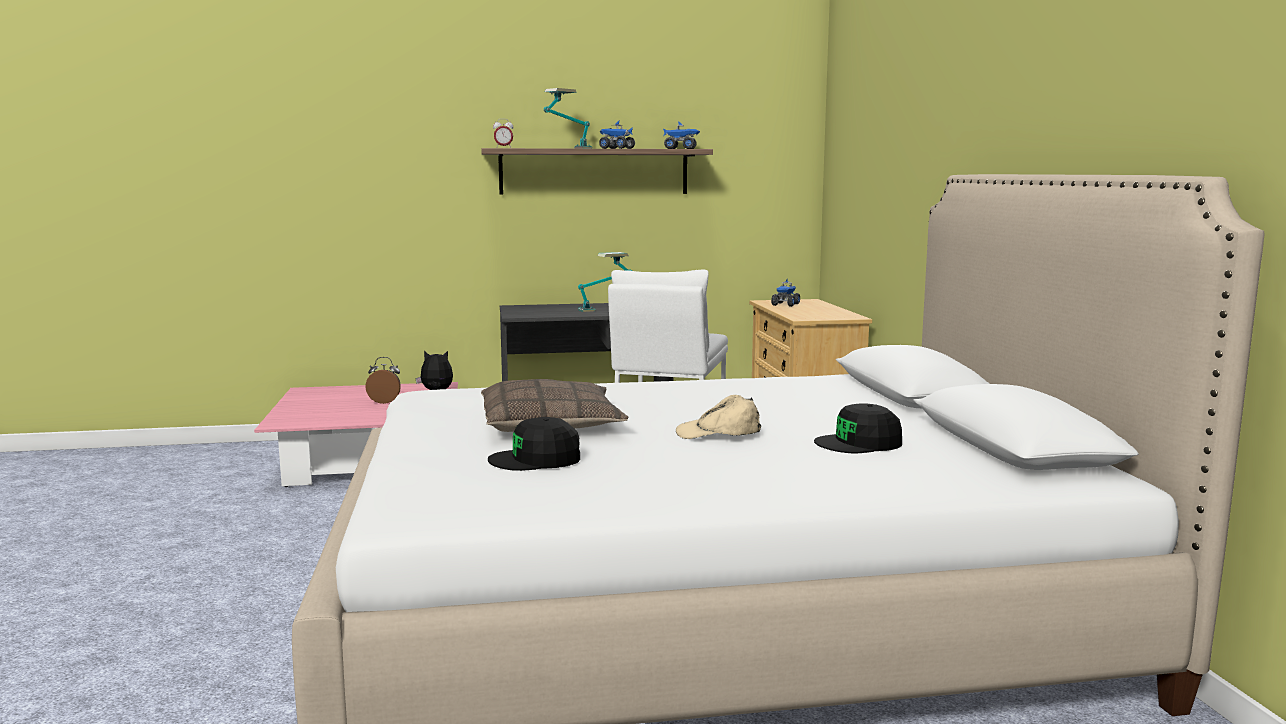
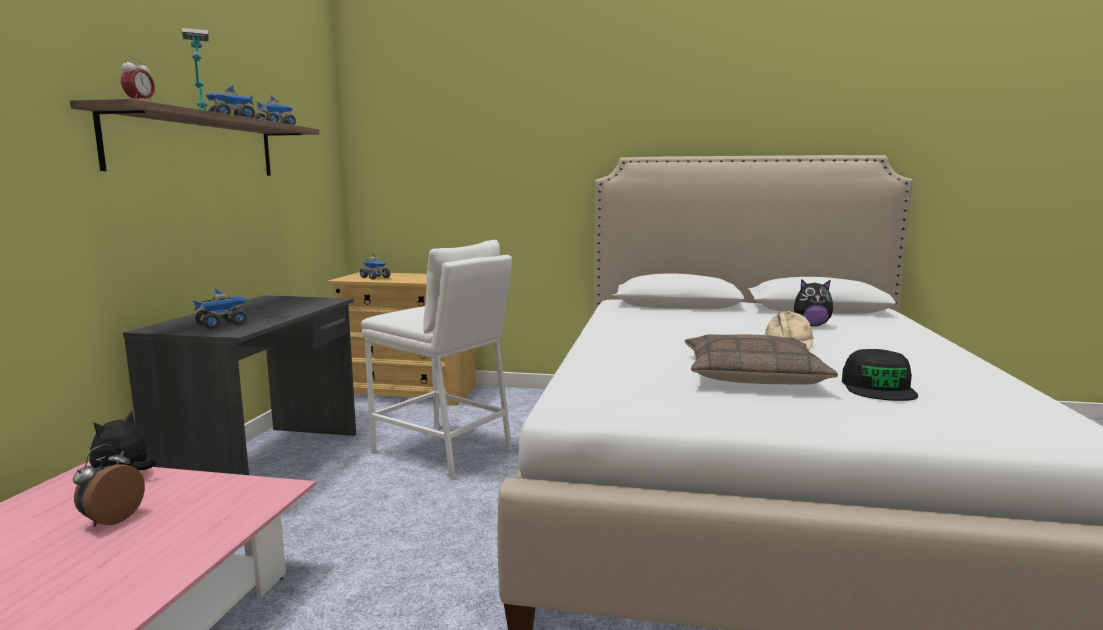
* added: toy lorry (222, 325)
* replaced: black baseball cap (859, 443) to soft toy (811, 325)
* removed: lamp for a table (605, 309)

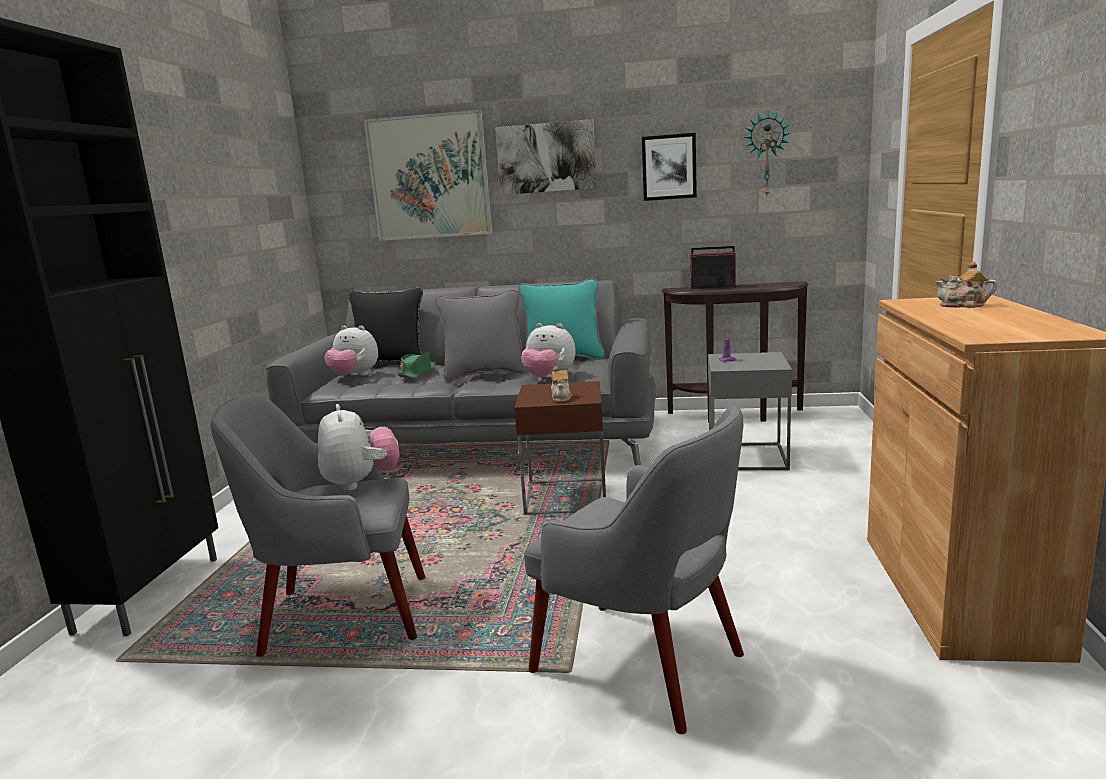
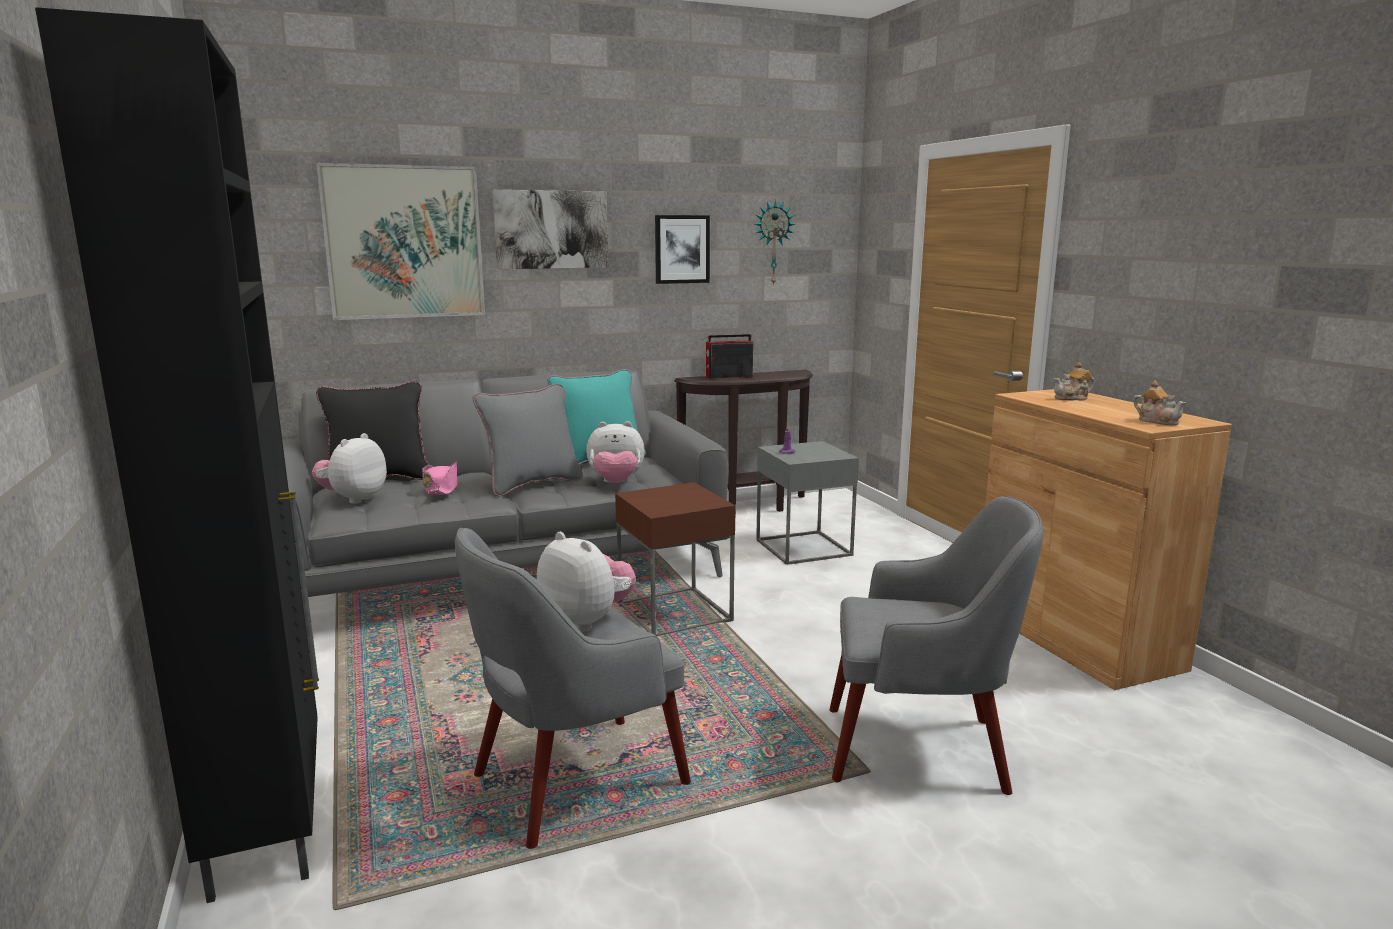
* turned: soft toy (354, 376) = (353, 499) 120 degrees clockwise
* recoloured: greenish clothing hat (417, 373) to pink clothing hat (441, 488)
* moved: pot for tea (561, 397) to (1157, 421)

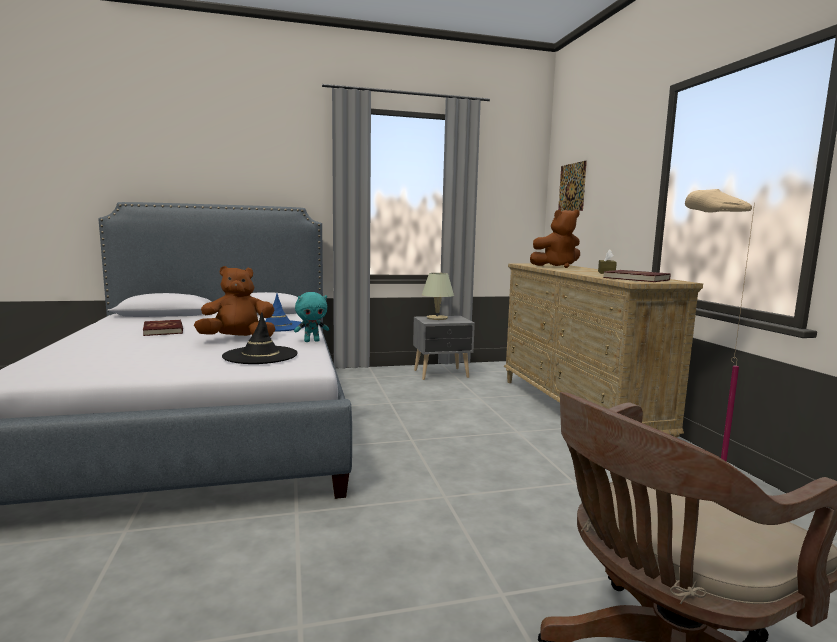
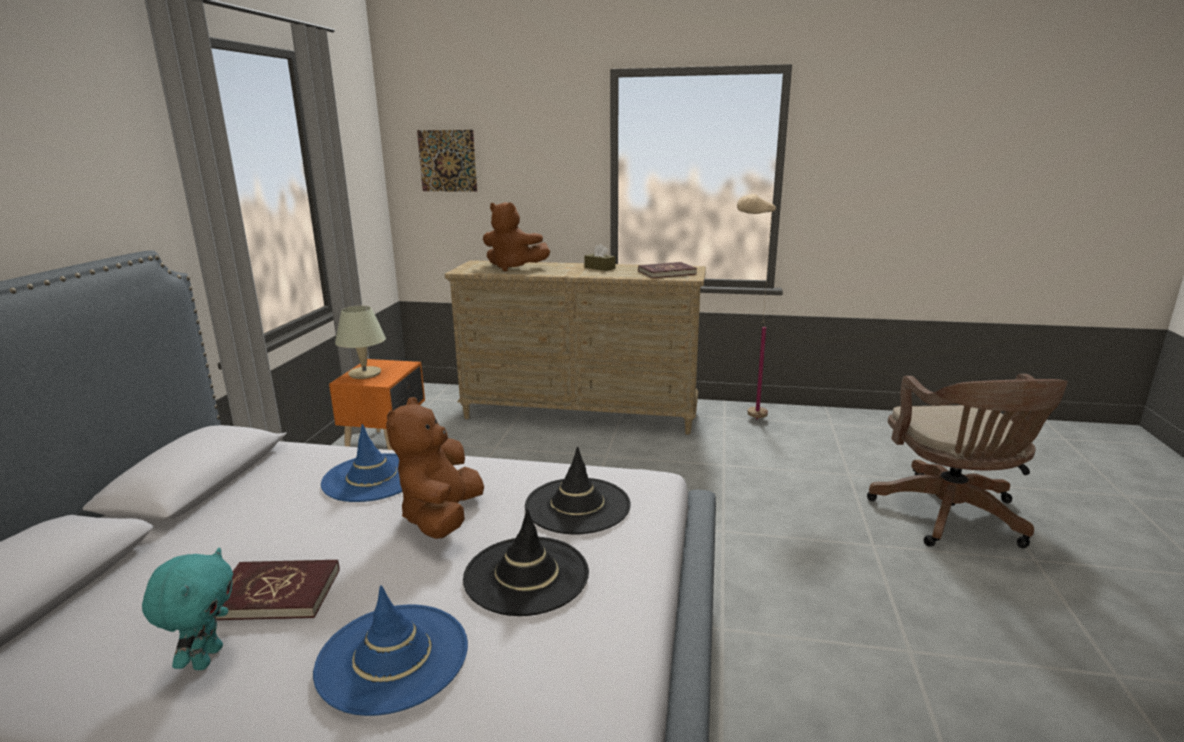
* moved: blue-green soft toy (312, 341) to (206, 658)
* added: blue clothing hat (393, 657)
* recoloured: greyish night table (442, 374) to orangey night table (387, 446)
* added: black clothing hat (526, 575)
* turned: brownish soft toy (556, 266) = (513, 267) 105 degrees clockwise

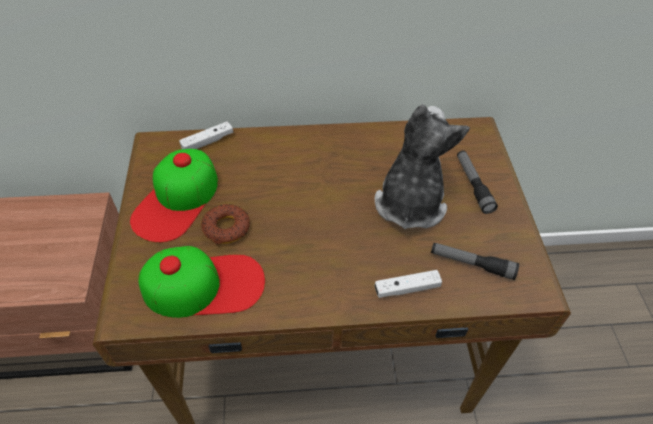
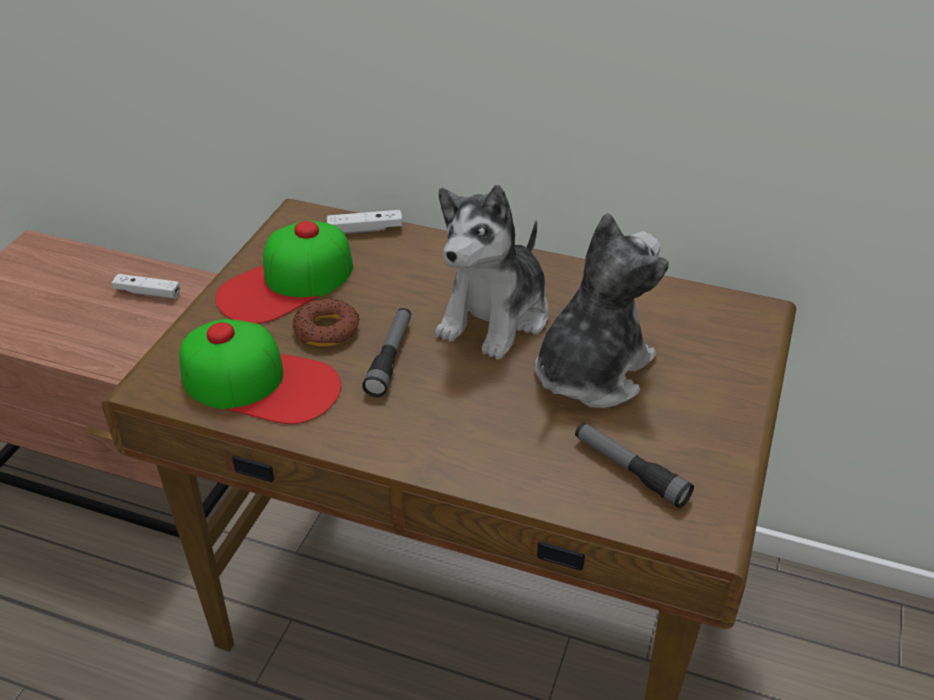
* moved: white game controller (407, 288) to (147, 292)
* moved: torch (473, 185) to (390, 358)
* added: soft toy (495, 317)

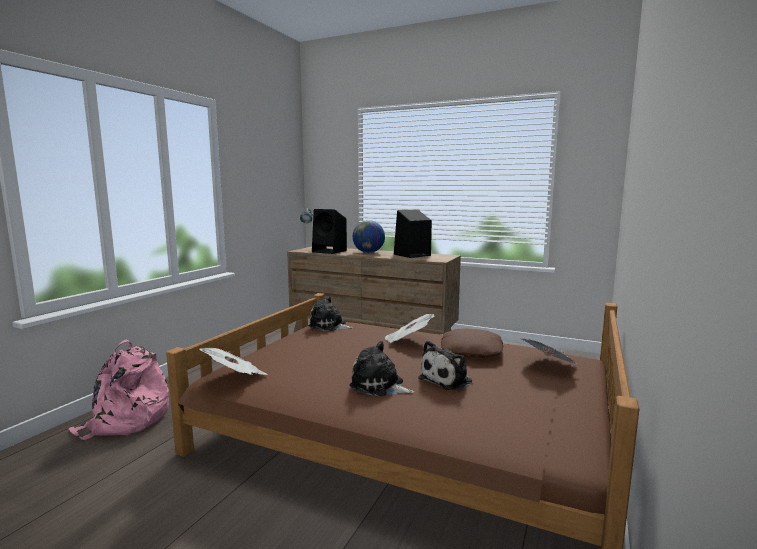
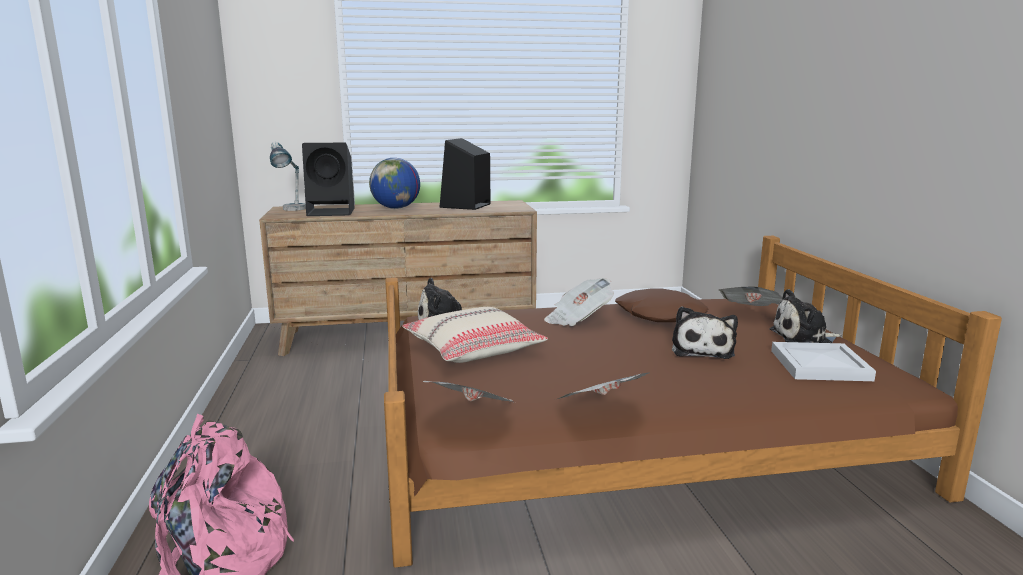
* added: beige pillow (473, 348)
* added: printed paper (600, 409)
* moved: soft toy (379, 386) to (804, 338)
* added: white serving tray (819, 365)

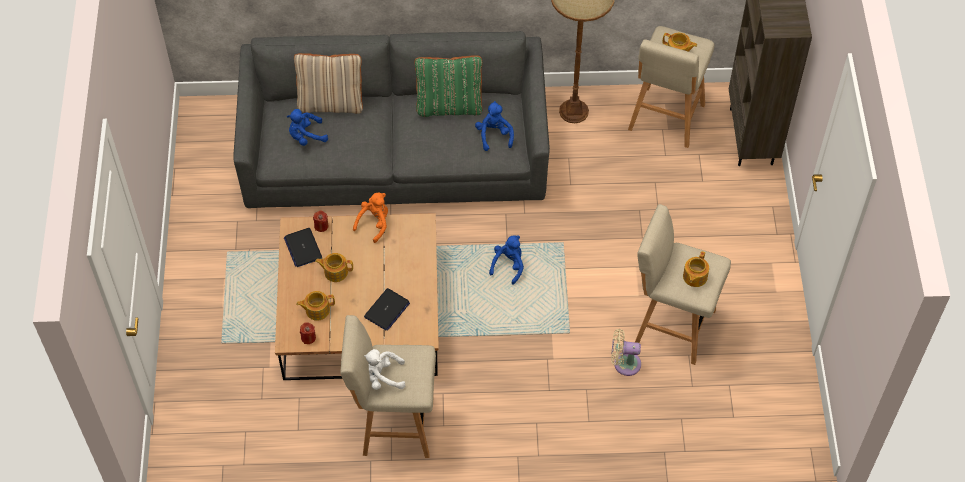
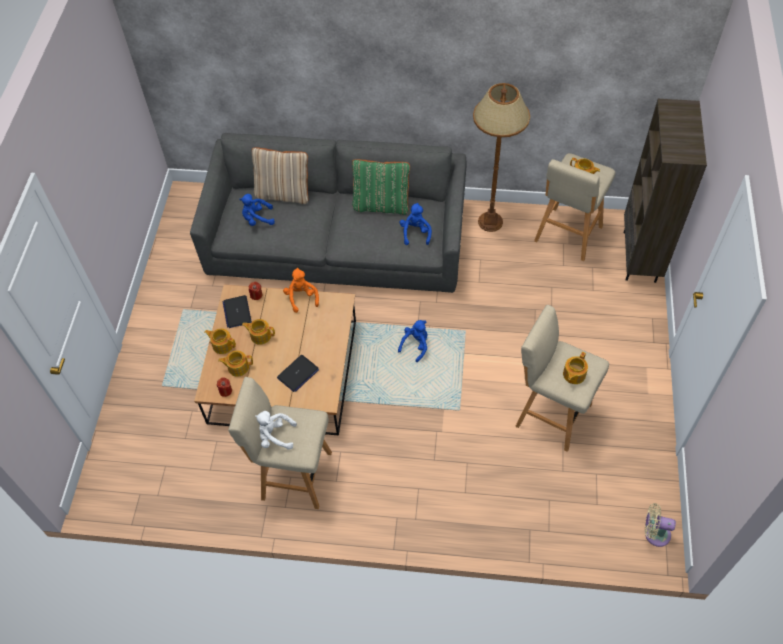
* added: pot for tea (222, 345)
* turned: orangey soft toy (374, 223) = (301, 297) 60 degrees counterclockwise
* moved: beige fan (624, 363) to (654, 533)

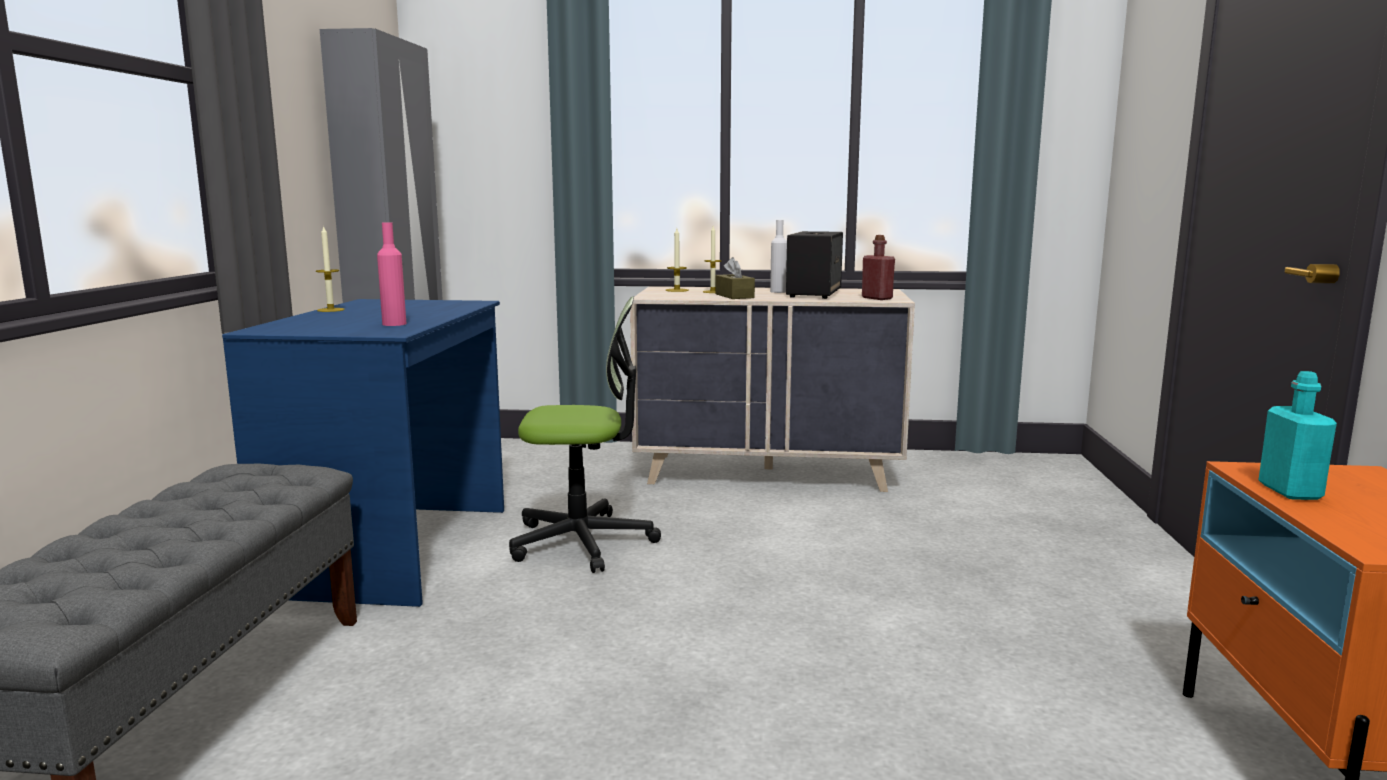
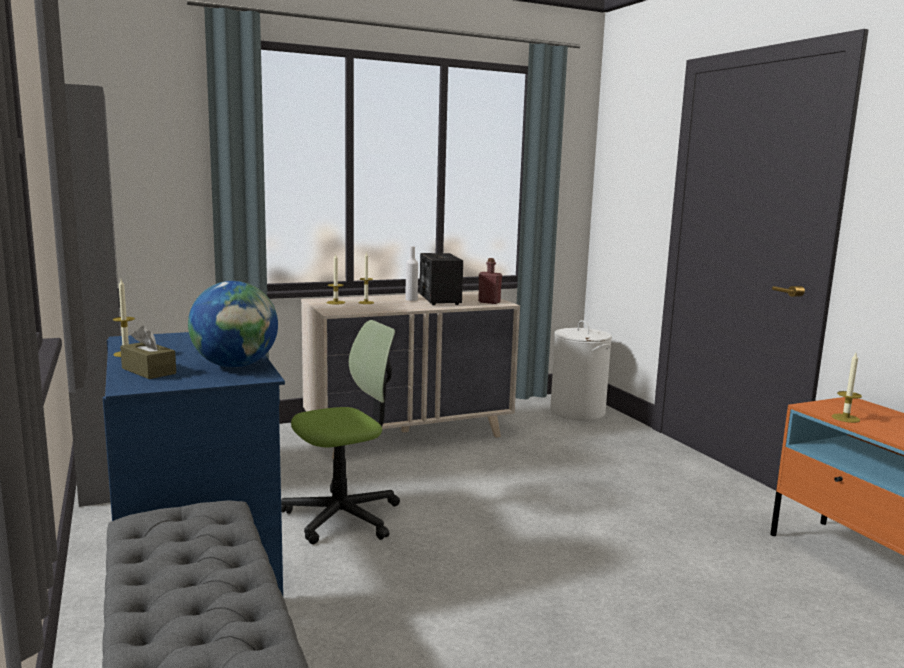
* moved: brownish box of tissues (734, 296) to (148, 371)
* replaced: pink bottle (394, 324) to desk globe (235, 366)
* added: white washing basket (578, 411)
* replaced: blue-green bottle (1289, 491) to wax candle (845, 418)

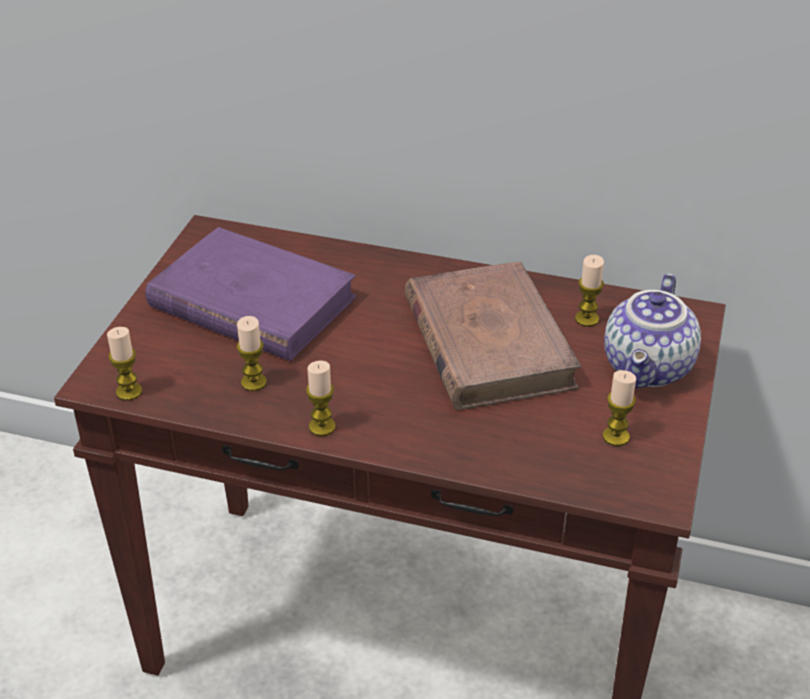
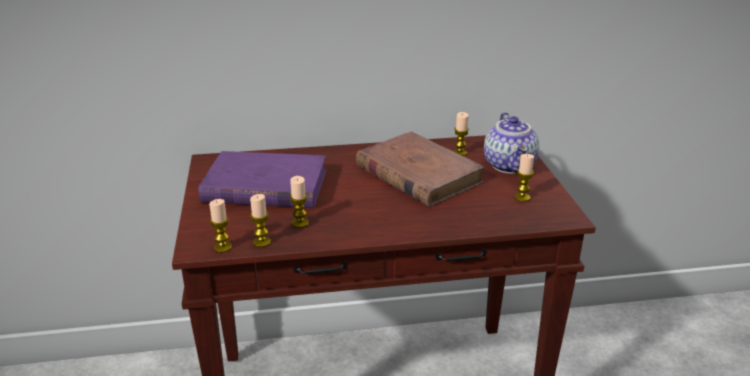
* moved: wax candle (322, 427) to (262, 242)

